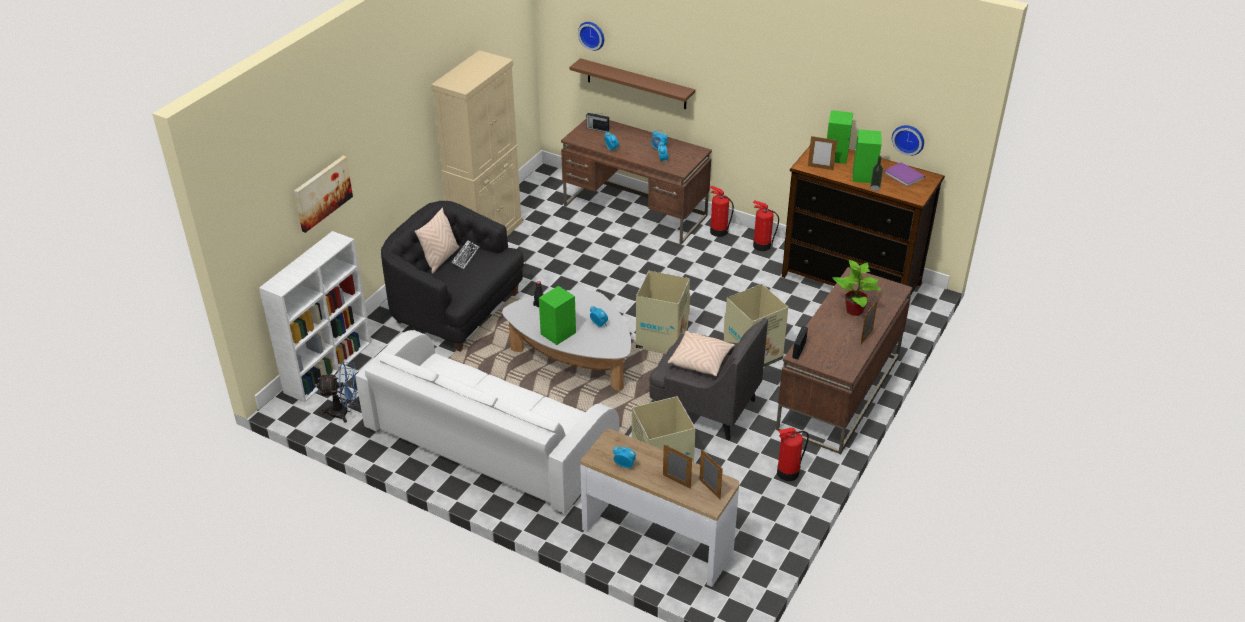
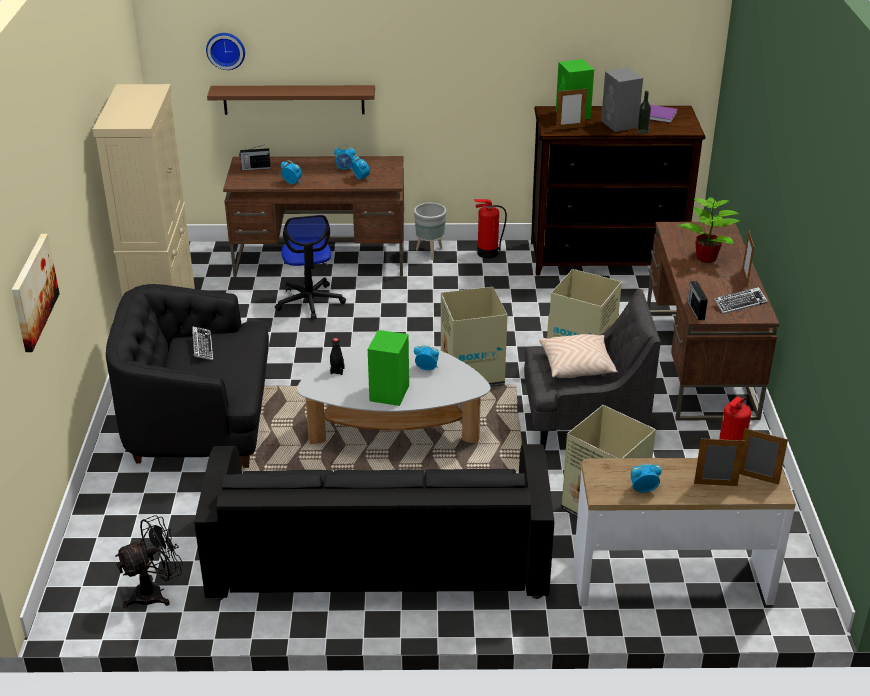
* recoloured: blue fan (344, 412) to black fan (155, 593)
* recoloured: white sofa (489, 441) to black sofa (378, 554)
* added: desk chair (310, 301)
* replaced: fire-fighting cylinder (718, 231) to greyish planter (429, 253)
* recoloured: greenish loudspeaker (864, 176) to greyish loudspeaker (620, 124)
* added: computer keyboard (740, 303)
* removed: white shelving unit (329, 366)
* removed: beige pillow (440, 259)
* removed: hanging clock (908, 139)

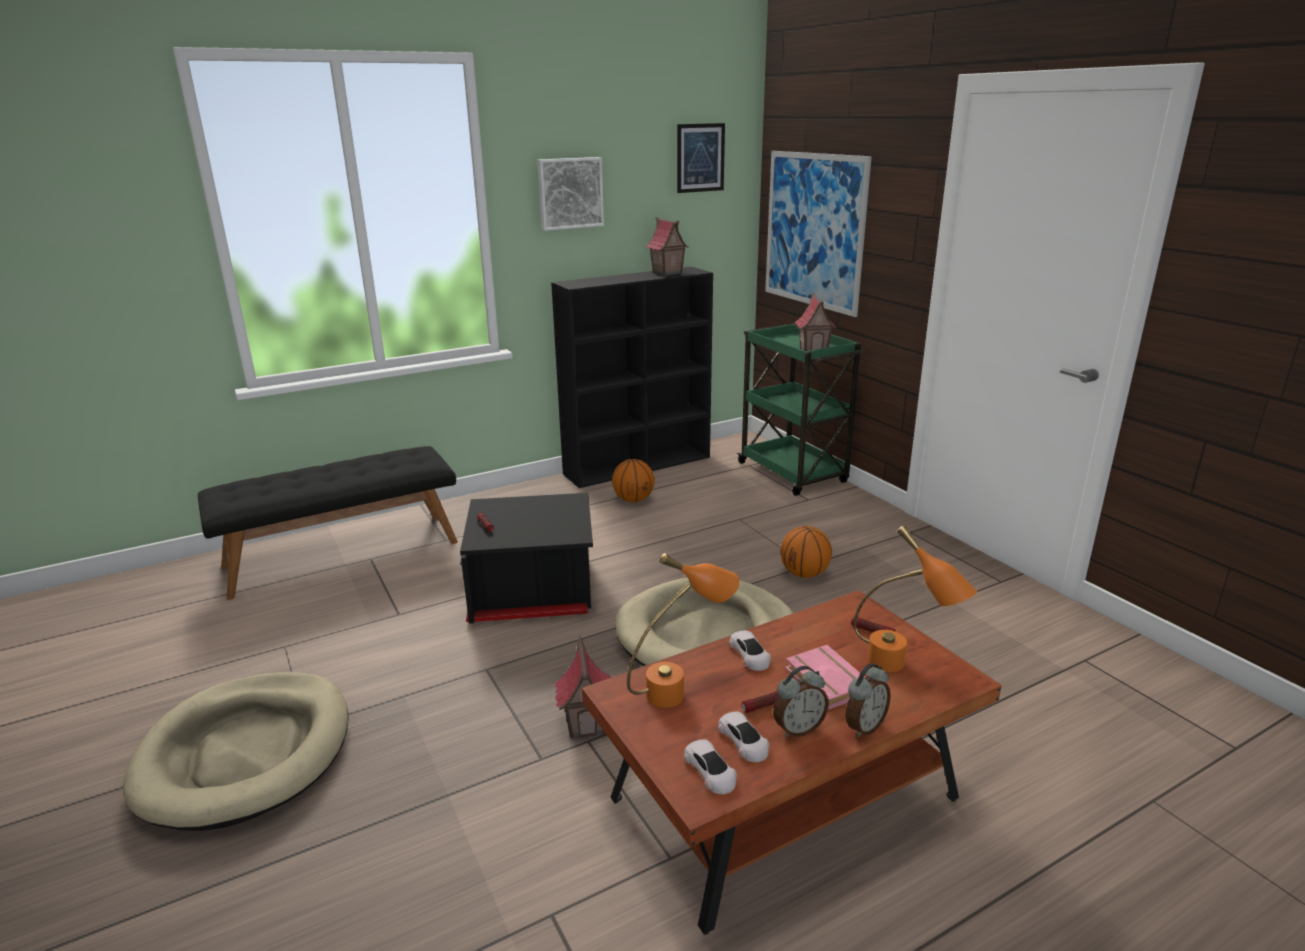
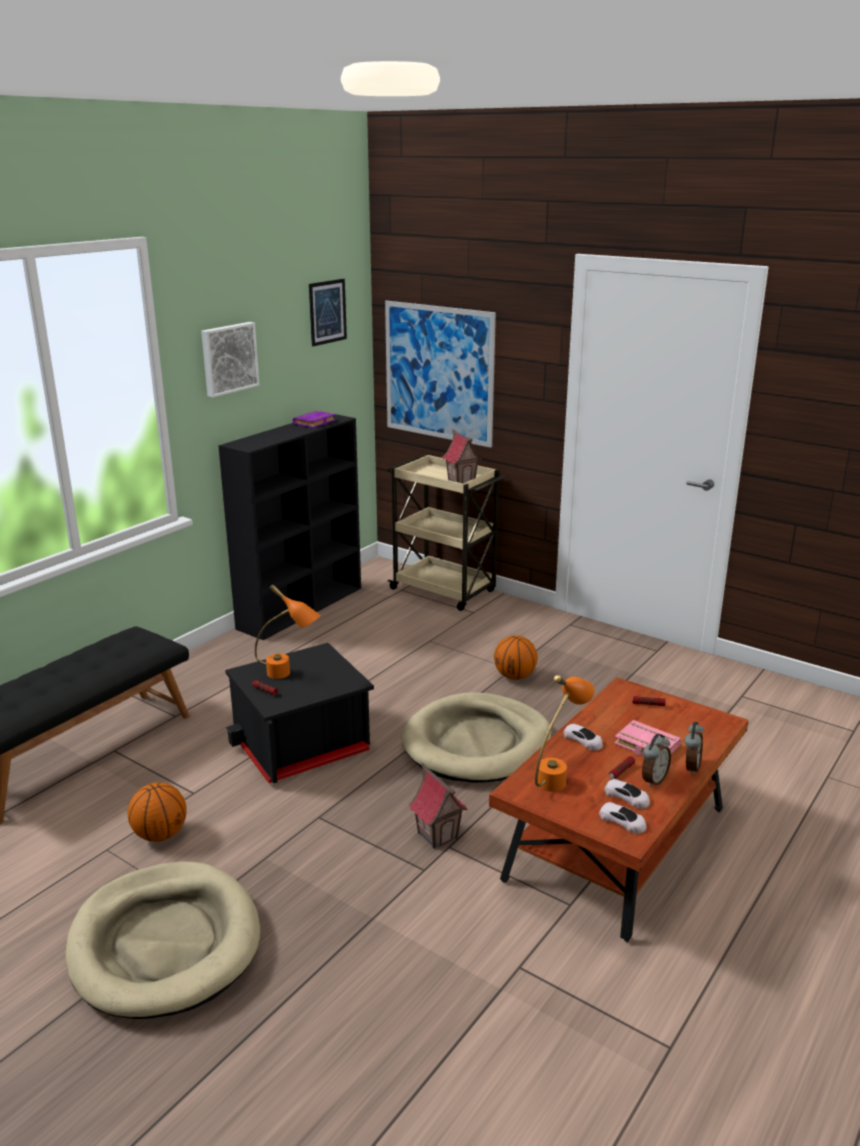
* moved: basketball ball (633, 500) to (160, 834)
* moved: orangey lamp for a table (902, 668) to (289, 675)
* replaced: toy house (667, 273) to purple-coloured bound book (315, 423)
* recoloured: greenish trolley (793, 473) to beige trolley (444, 591)

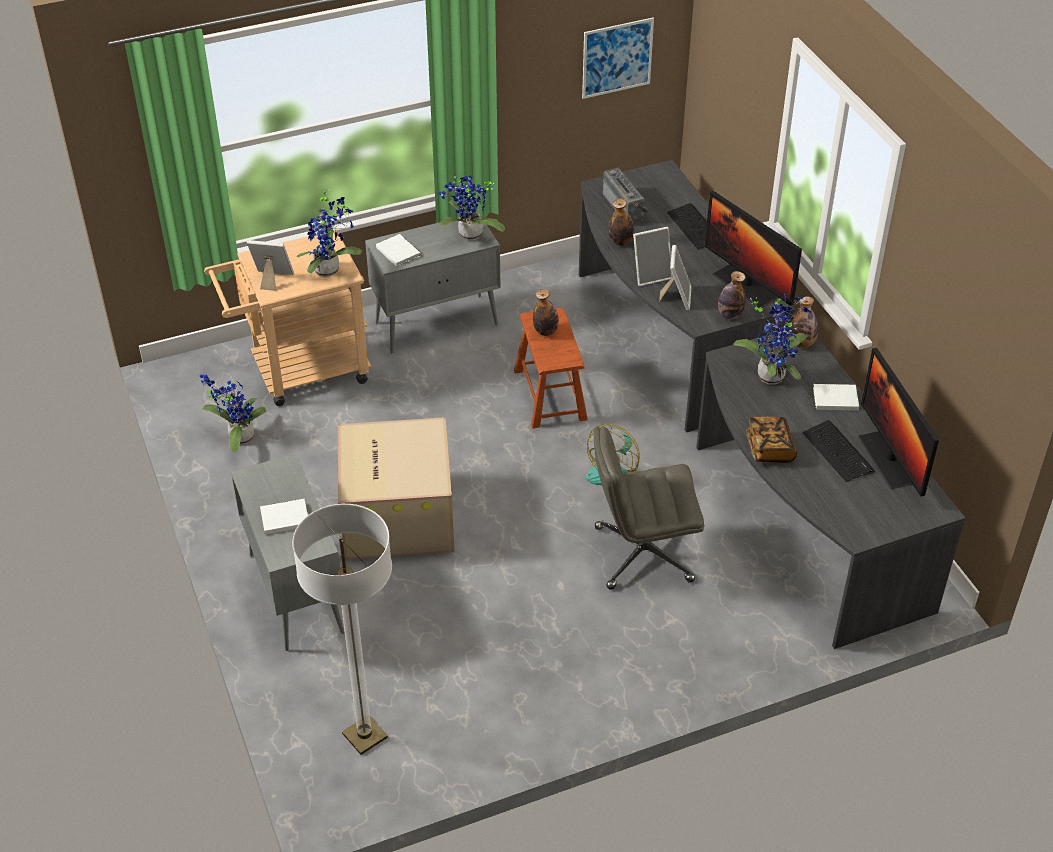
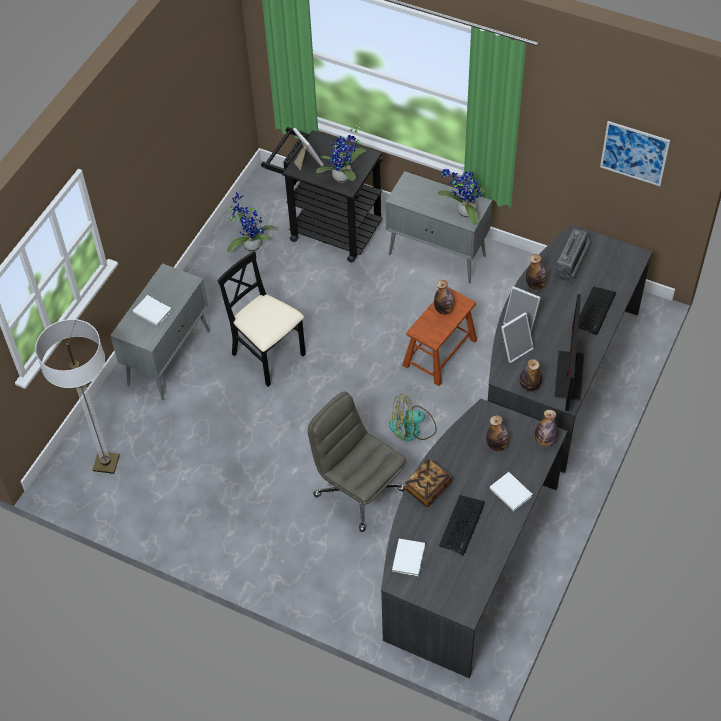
* replaced: carton (396, 514) to black plain chair (268, 356)
* recoloured: beige trolley (300, 372) to black trolley (327, 228)
* moved: white bound book (398, 251) to (409, 557)
* replaced: potted plant (772, 374) to bottle (497, 445)
* removed: computer screen (889, 459)

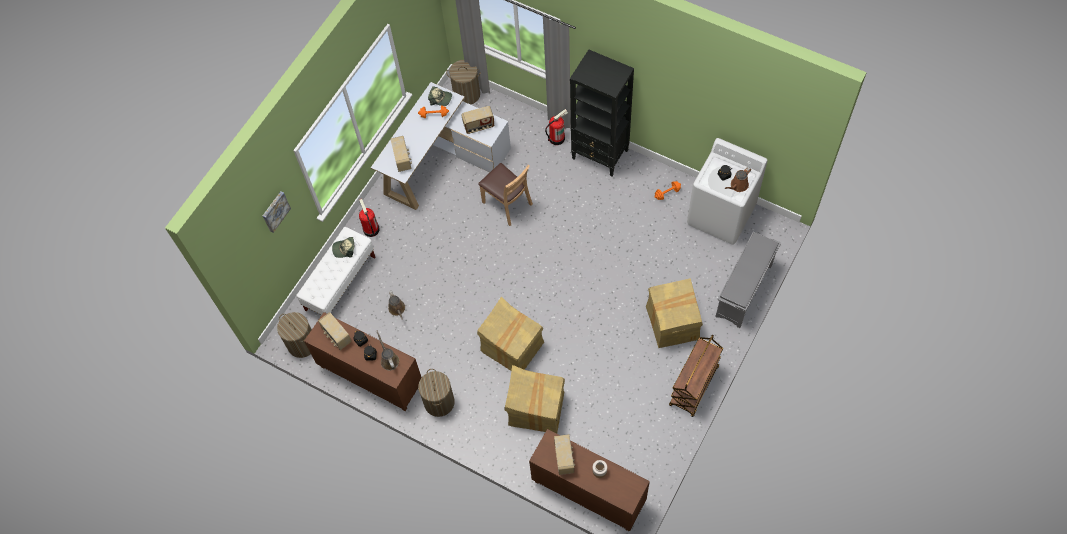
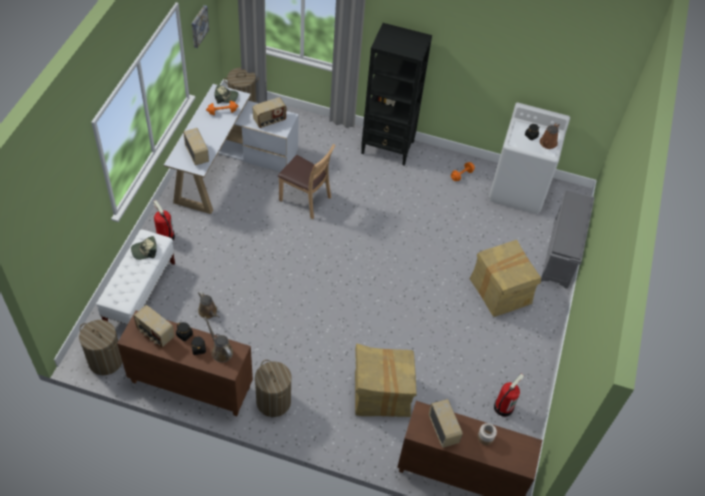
* moved: wall art (275, 211) to (198, 26)
* moved: fire-fighting cylinder (557, 138) to (503, 407)
* removed: carton (512, 347)
* removed: brownish trolley (694, 386)

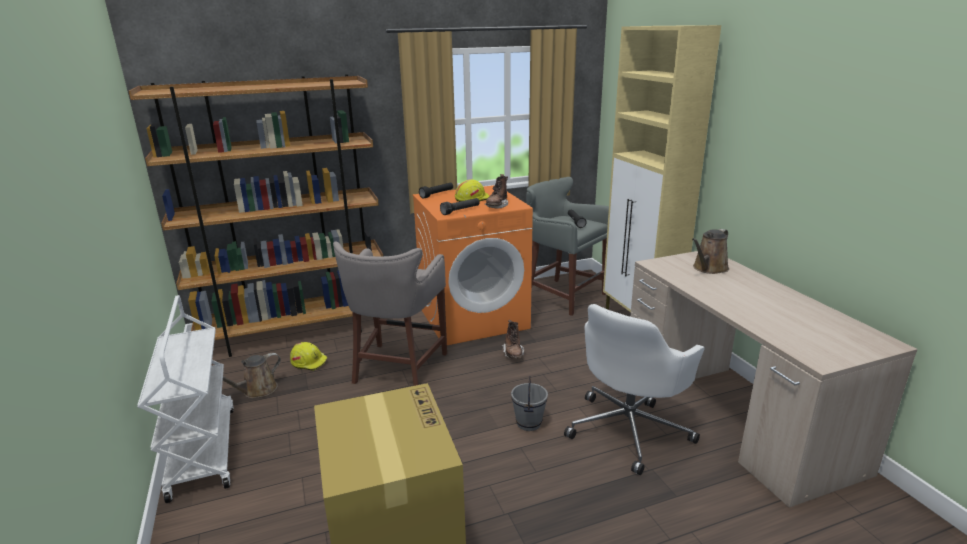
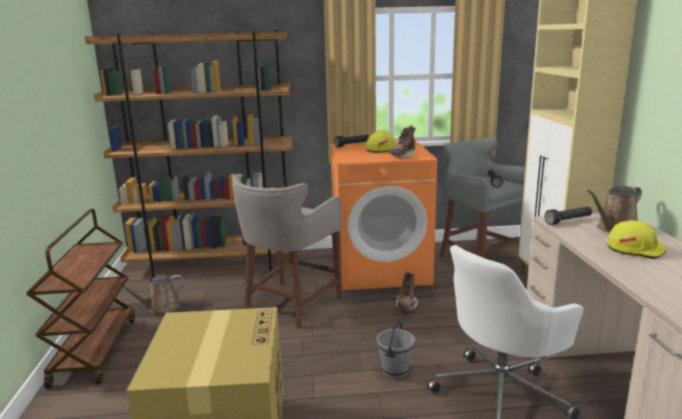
* recoloured: white trolley (202, 450) to brownish trolley (94, 350)
* moved: black torch (460, 211) to (568, 221)
* moved: yellowish safety helmet (309, 362) to (635, 249)

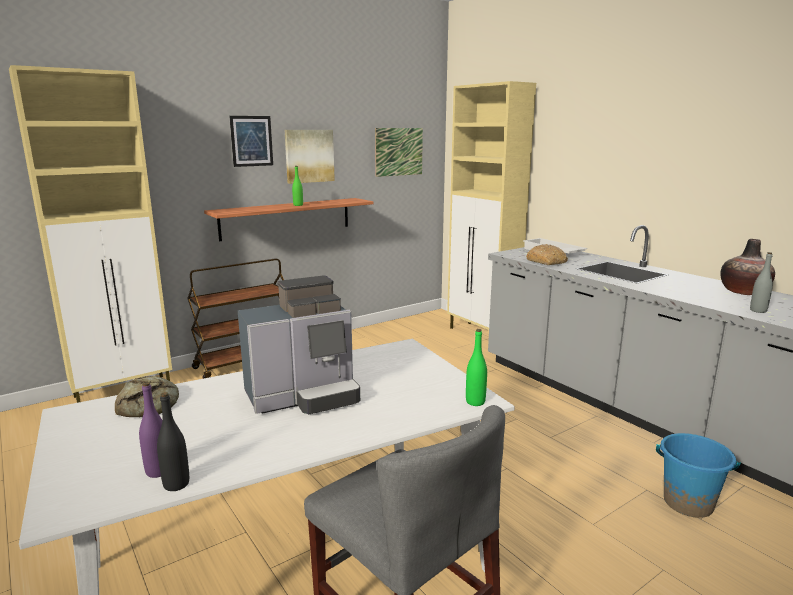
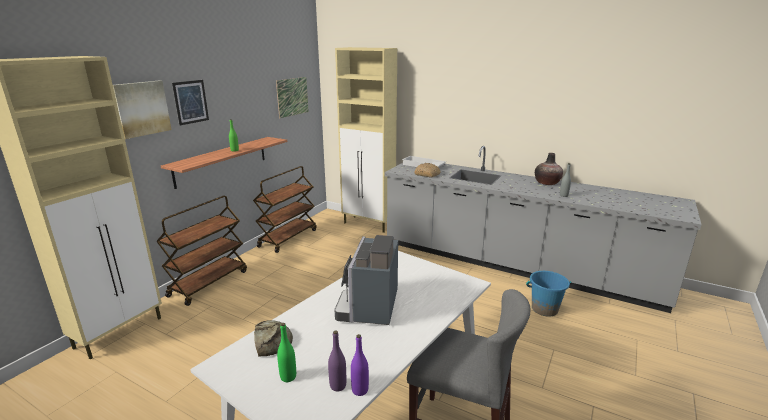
* moved: wall art (309, 156) to (141, 108)
* added: brownish trolley (288, 238)
* moved: greenish bottle (475, 402) to (288, 377)
* turned: coffee maker (304, 396) = (370, 307) 150 degrees clockwise
* recoloured: black bottle (176, 484) to purple-coloured bottle (360, 390)

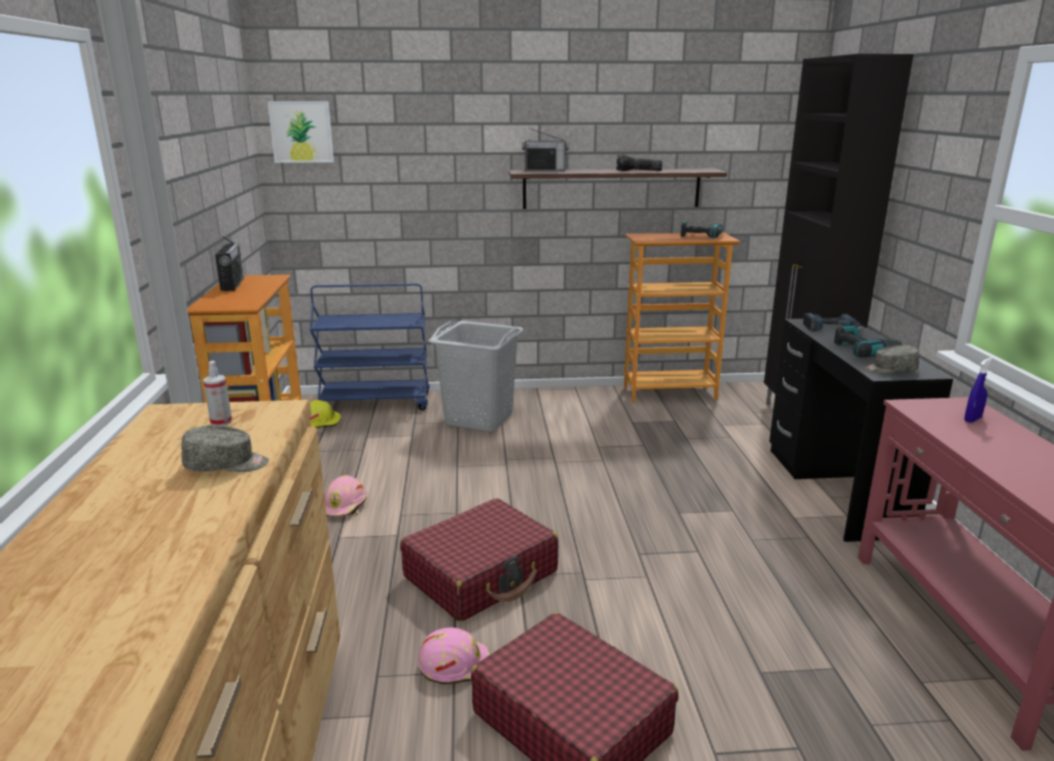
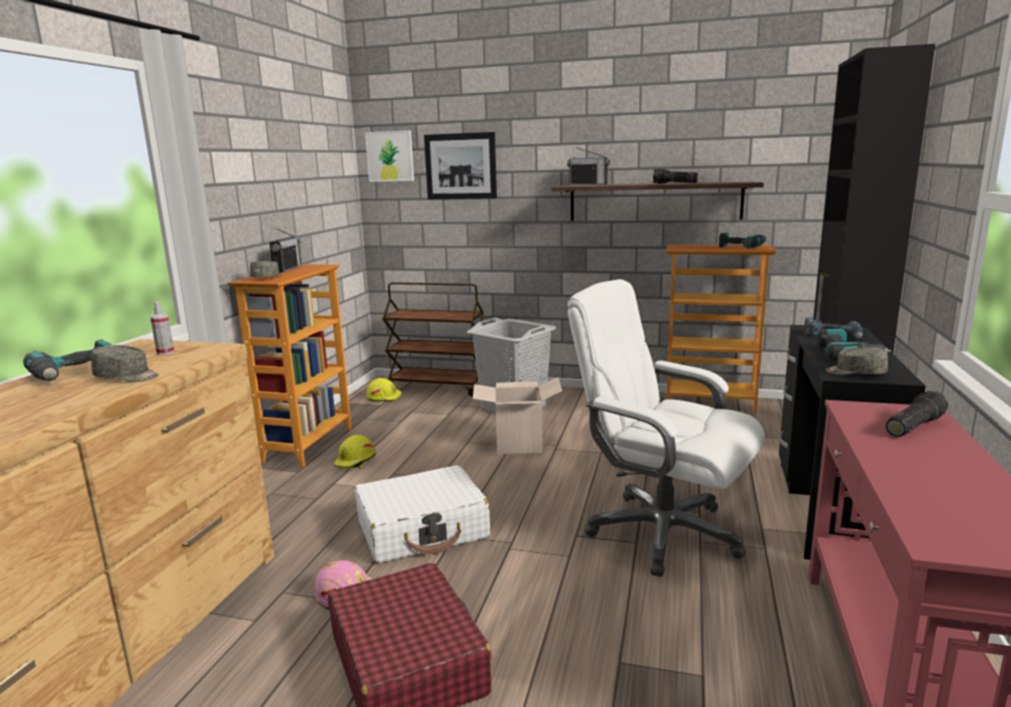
* added: drill (74, 373)
* added: greyish baseball cap (267, 278)
* recoloured: pink safety helmet (345, 506) to yellowish safety helmet (356, 461)
* recoloured: red piece of luggage (481, 574) to white piece of luggage (423, 529)
* recoloured: blue trolley (375, 402) to brownish trolley (438, 387)
* added: wall art (460, 166)
* added: carton (518, 444)
* added: white desk chair (662, 532)
* replaced: blue sprayer (972, 419) to torch (912, 426)

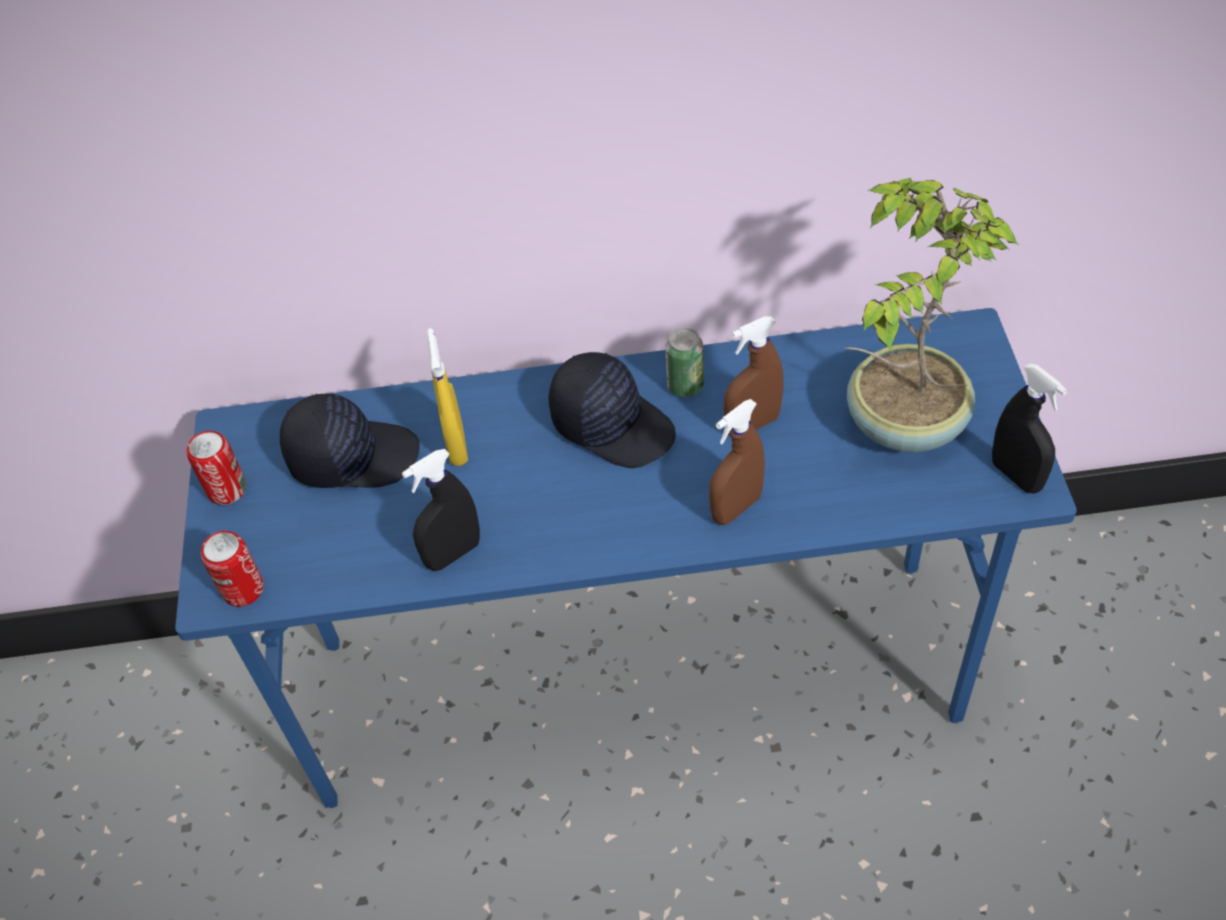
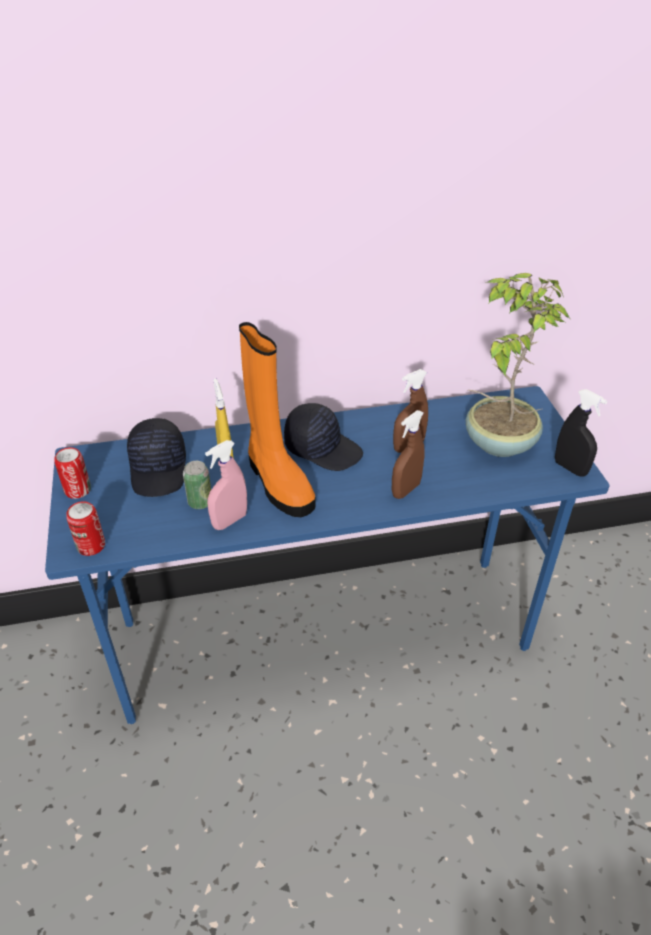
* turned: black baseball cap (353, 455) = (159, 469) 90 degrees clockwise
* moved: metal can (685, 386) to (200, 502)
* recoloured: black sprayer (453, 554) to pink sprayer (230, 521)
* added: orangey high-top boot (278, 482)

